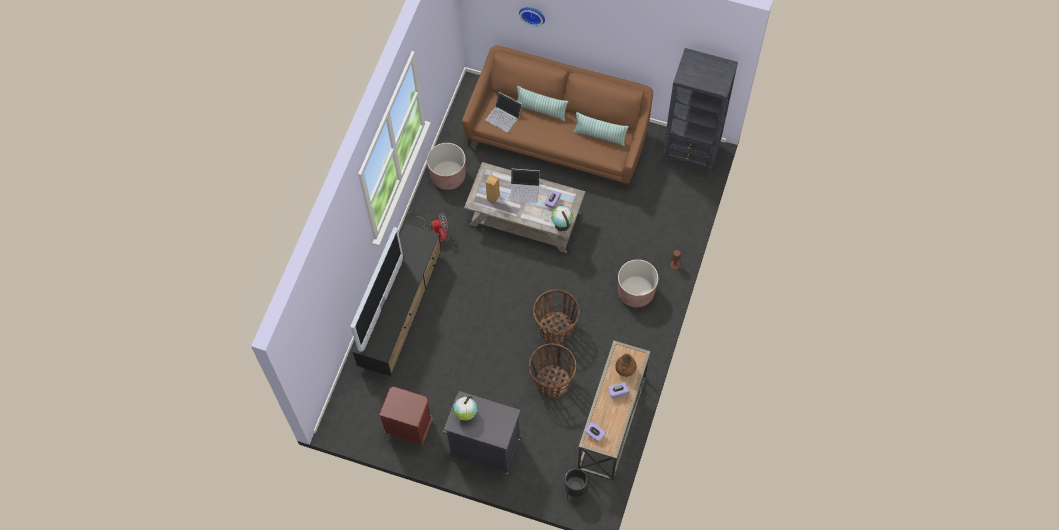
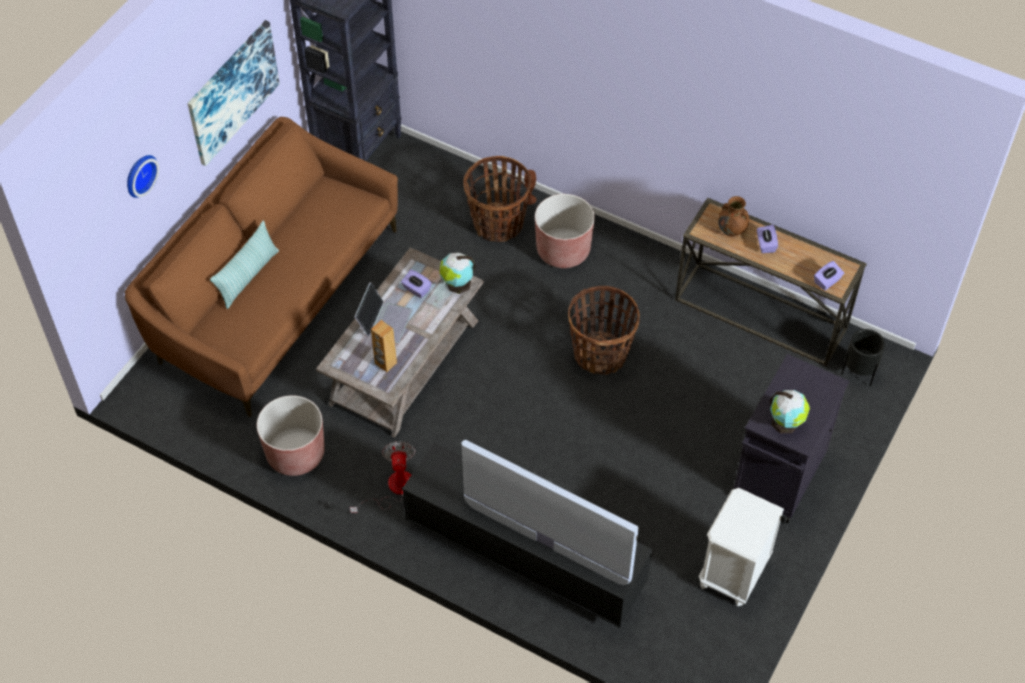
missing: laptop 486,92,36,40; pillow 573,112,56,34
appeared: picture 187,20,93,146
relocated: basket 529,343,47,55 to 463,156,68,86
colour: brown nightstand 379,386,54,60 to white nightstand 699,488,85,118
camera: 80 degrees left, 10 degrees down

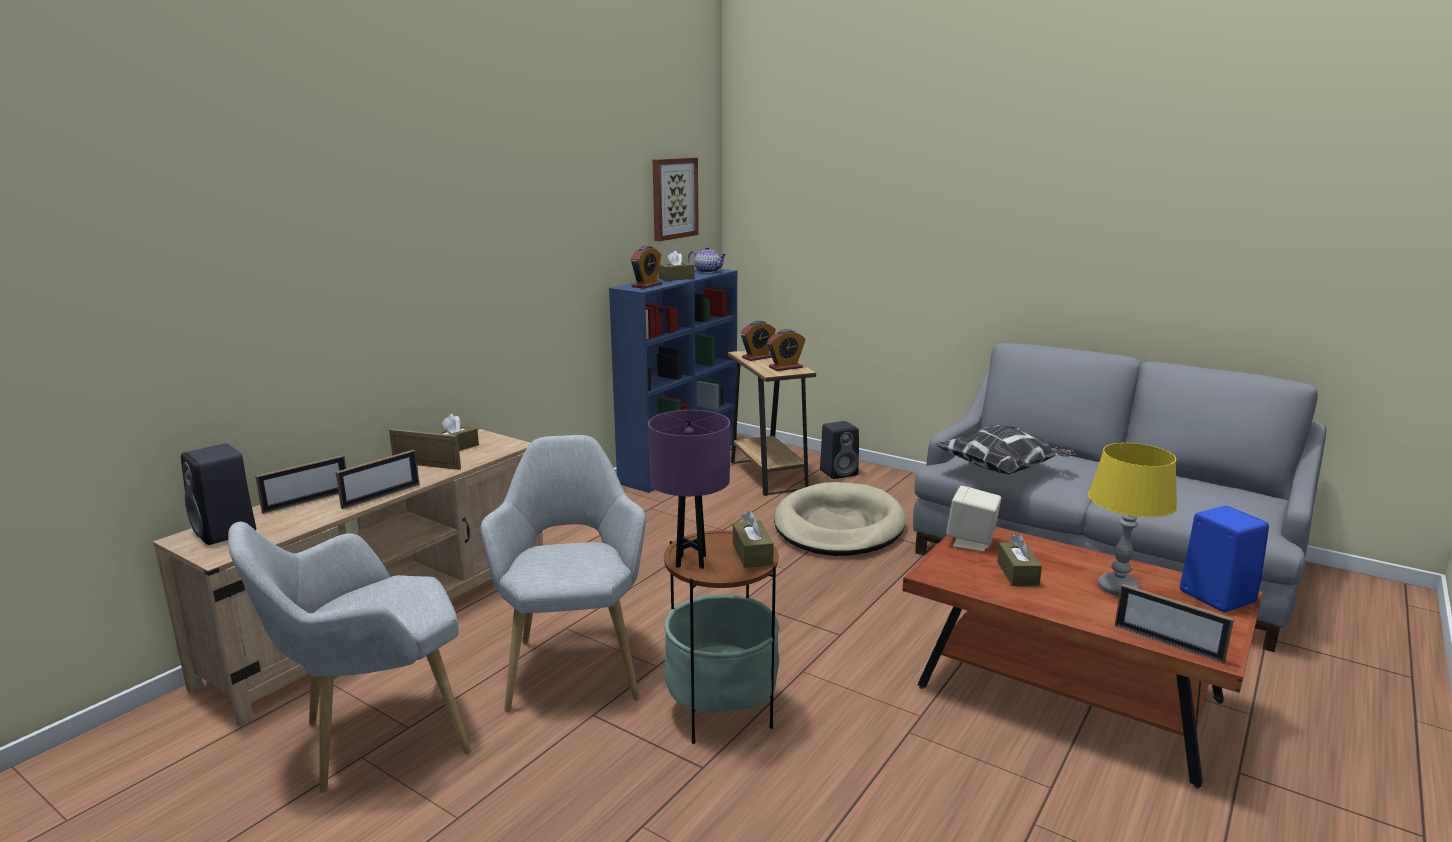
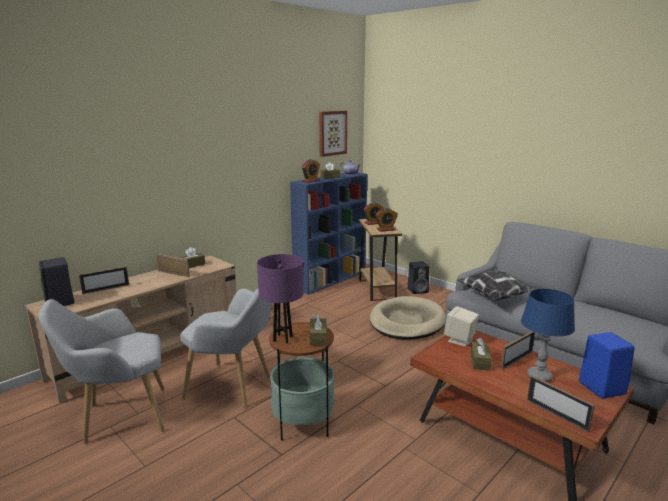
relocated: picture frame 336,450,83,59 to 501,331,34,39
colour: yellow table lamp 1088,443,89,153 to blue table lamp 521,289,54,93
spun: grey armchair 481,435,165,277 = 180,289,92,118 105 degrees clockwise
camera: 10 degrees right, 0 degrees up

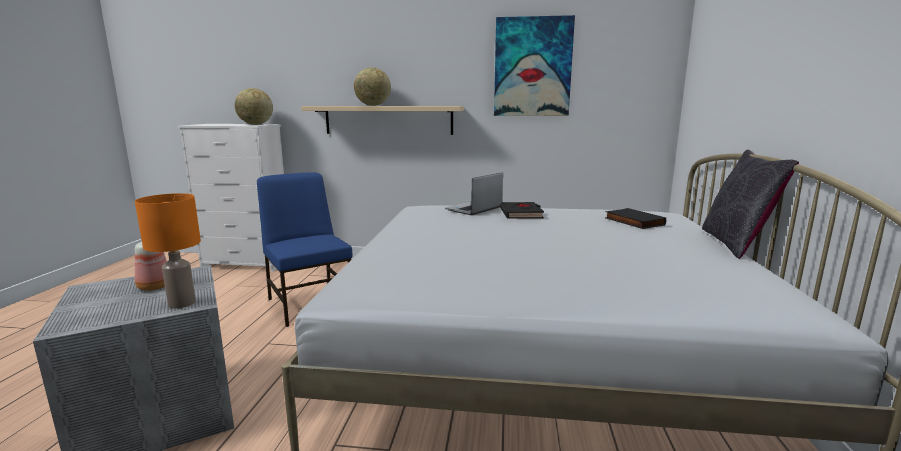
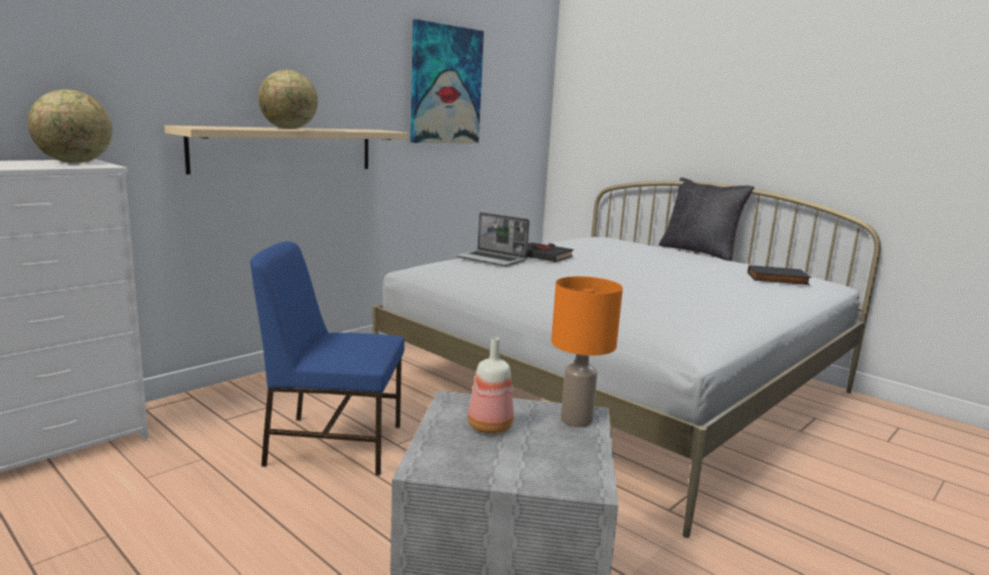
relocated: black book 605,208,61,21 to 748,265,63,20
spun: laptop 445,172,58,43 = 456,212,74,54 45 degrees counterclockwise
camera: 55 degrees left, 0 degrees up

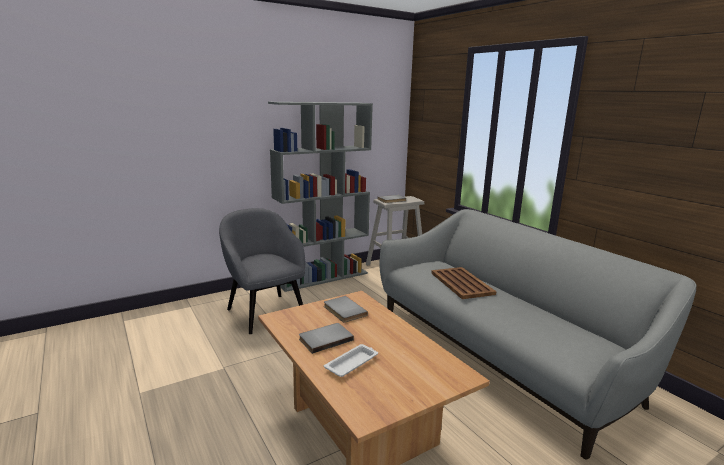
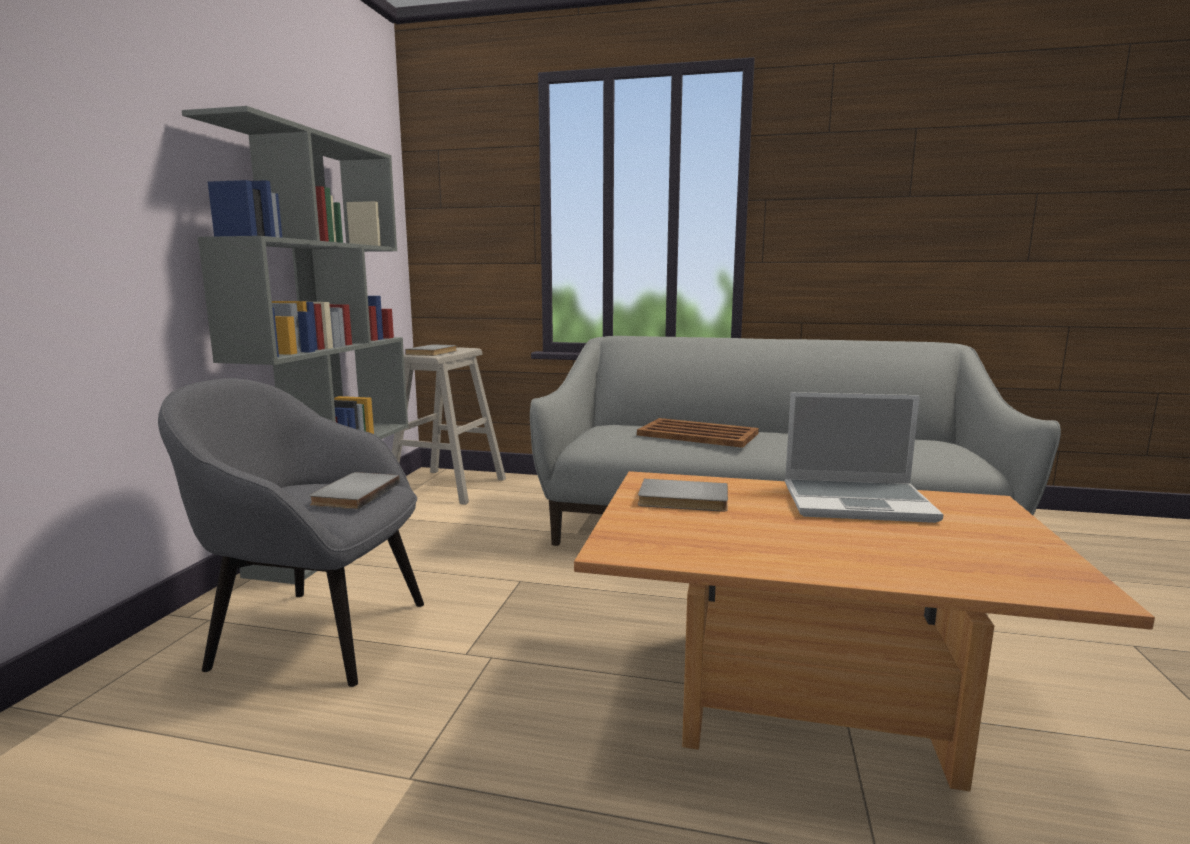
missing: white tray 324,344,54,33
appeared: laptop 785,392,159,131
relocated: grey book 299,323,55,31 to 309,472,91,37
camera: 45 degrees left, 5 degrees down

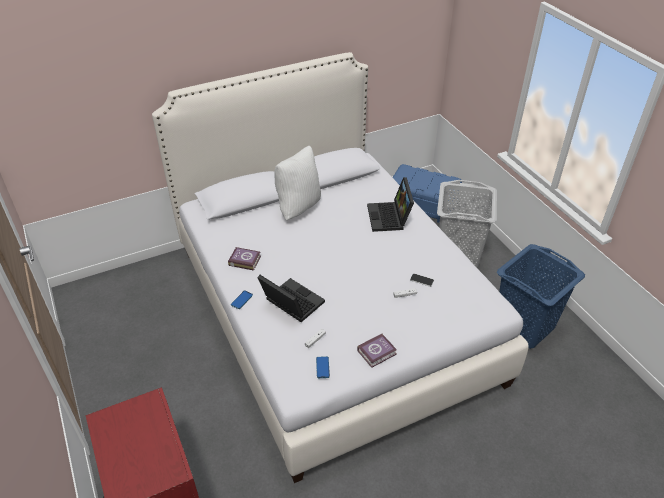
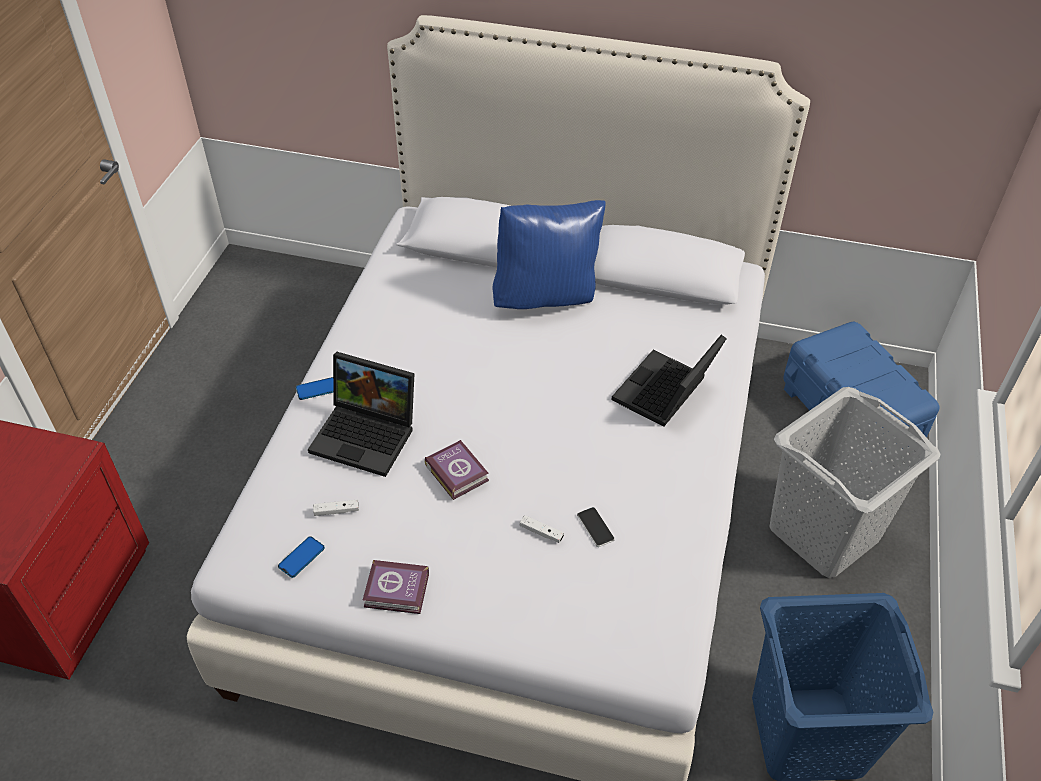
relocated: book 228,247,33,24 to 425,440,64,60
colour: white pillow 275,146,46,74 to blue pillow 493,200,112,109
spun: laptop 257,275,68,47 = 308,352,107,125 120 degrees clockwise
camera: 40 degrees right, 5 degrees up

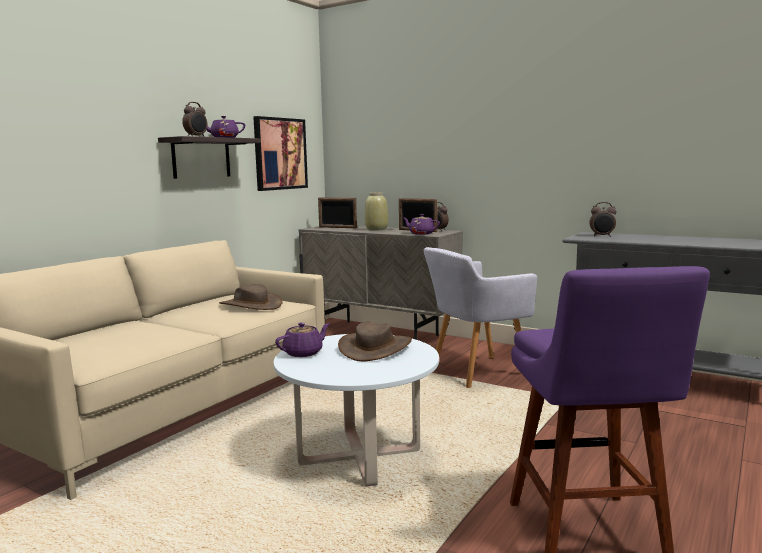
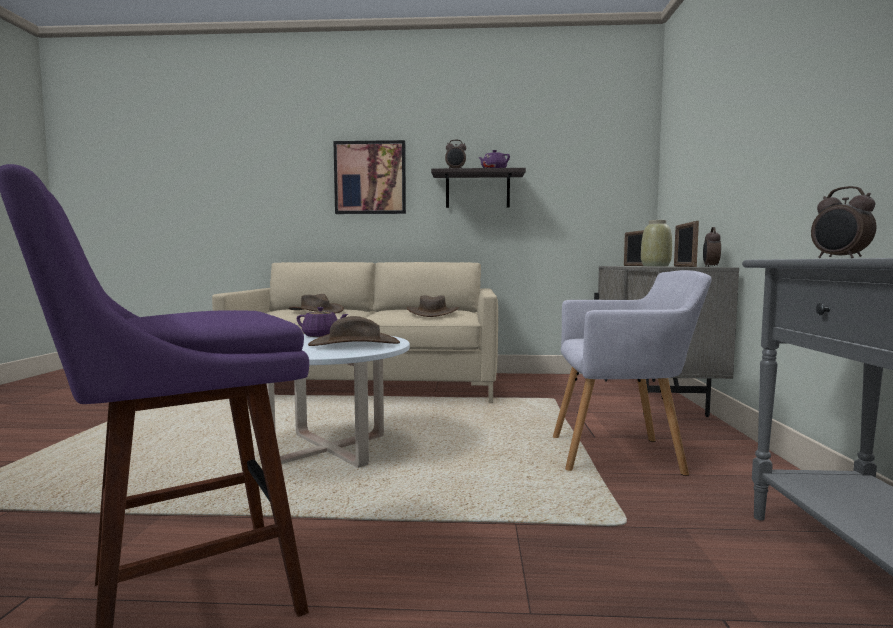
missing: purple teapot 403,214,37,21
appeared: brown hat 288,294,56,19
relocated: picture 253,116,55,75 to 334,140,72,74
spun: grey armchair 423,247,114,141 = 553,270,159,206 150 degrees clockwise
camera: 60 degrees right, 5 degrees down

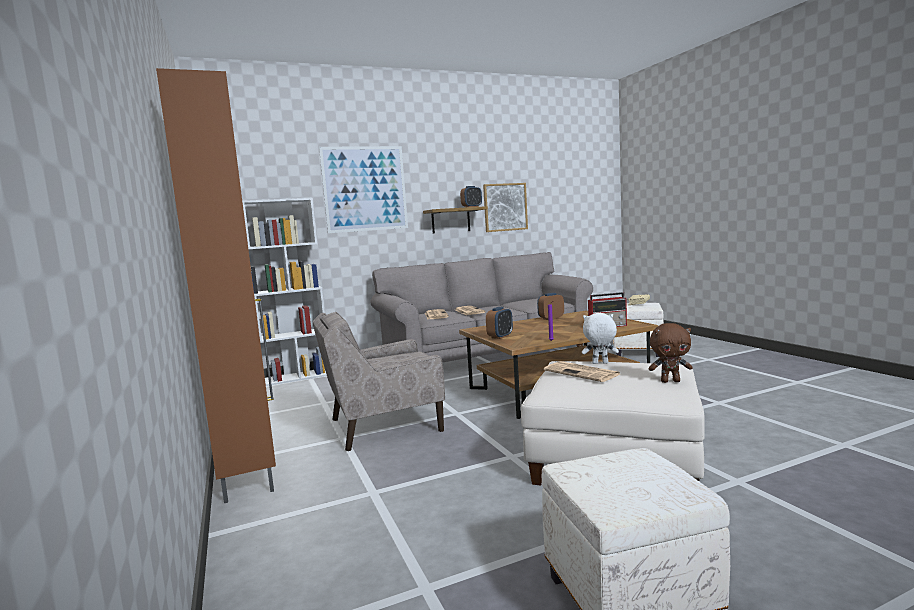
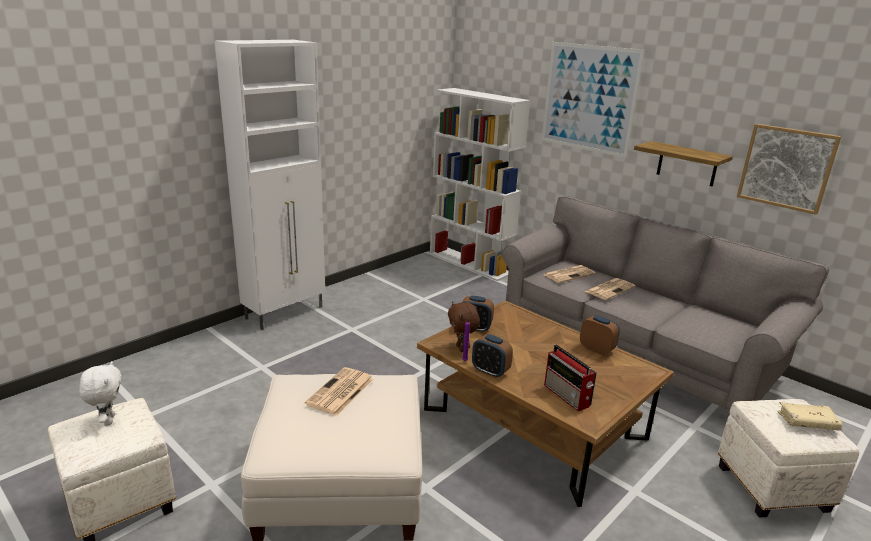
missing: beige armchair 313,312,132,139
relocated: alarm clock 460,186,22,21 to 472,334,41,44; white plush toy 582,313,37,51 to 79,361,43,65; brown plush toy 649,323,44,60 to 448,302,32,50
colour: brown cabinet 156,68,120,435 to white cabinet 215,40,110,290
camera: 65 degrees right, 15 degrees up

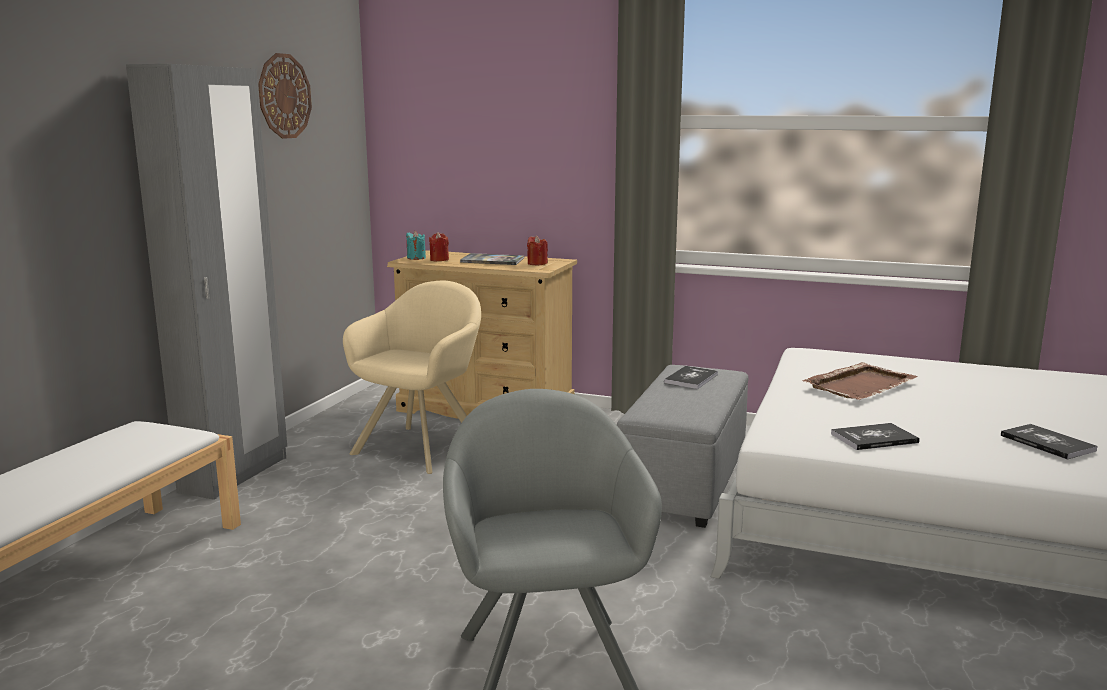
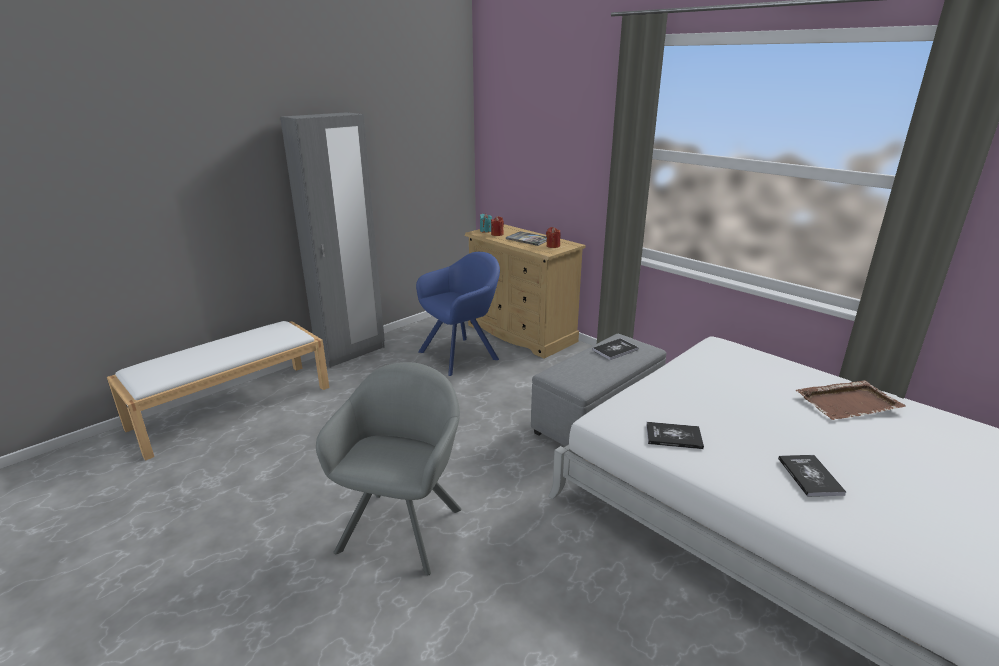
missing: wall clock 258,53,54,86
relocated: brown tray 802,362,116,38 to 796,380,110,40
colour: beige armchair 343,281,138,193 to blue armchair 416,252,84,124
camera: 25 degrees right, 10 degrees up

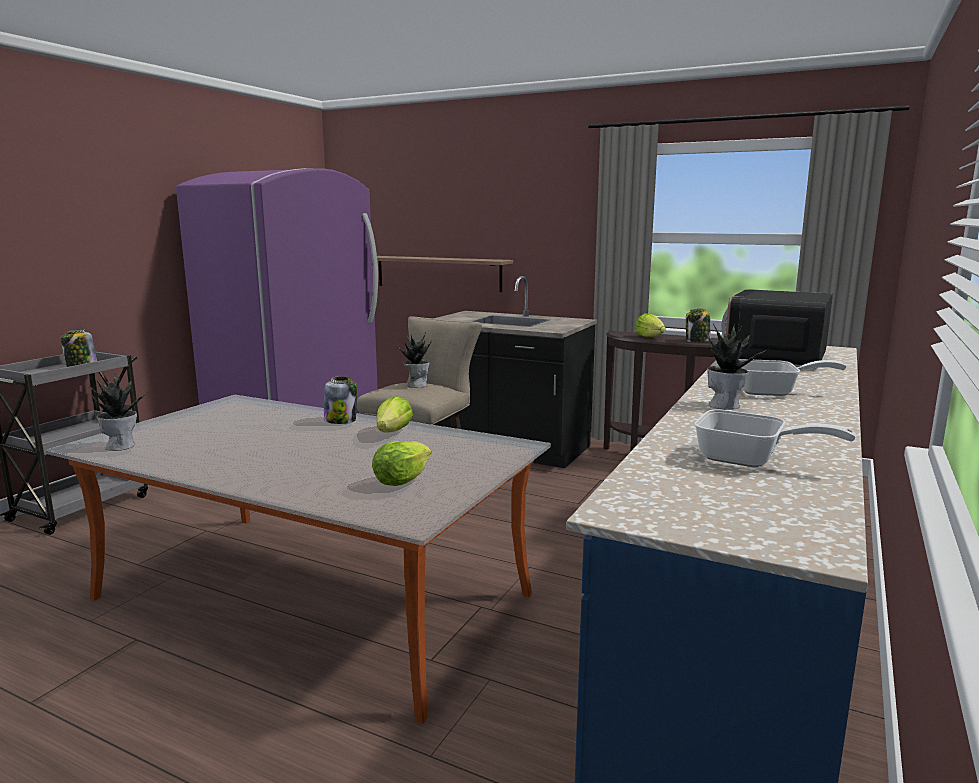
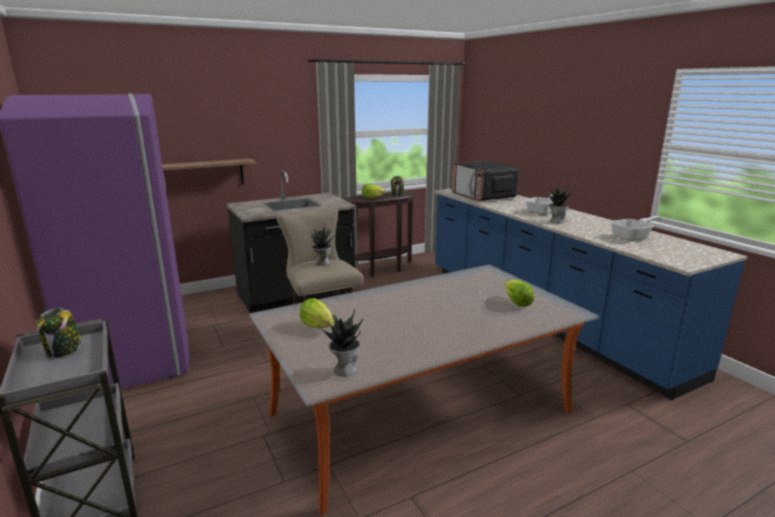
missing: jar 324,377,33,47
relocated: lettuce 376,396,37,37 to 300,298,35,30
camera: 55 degrees left, 5 degrees up

